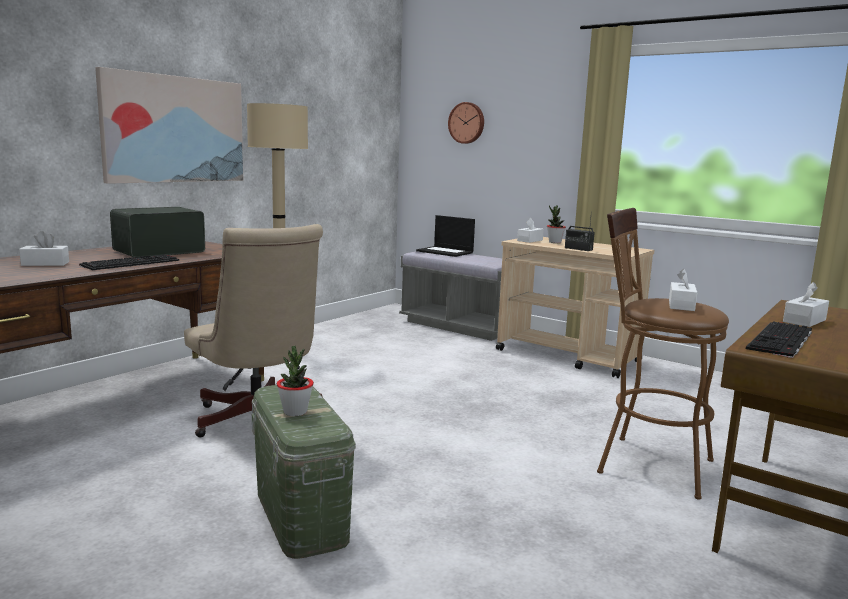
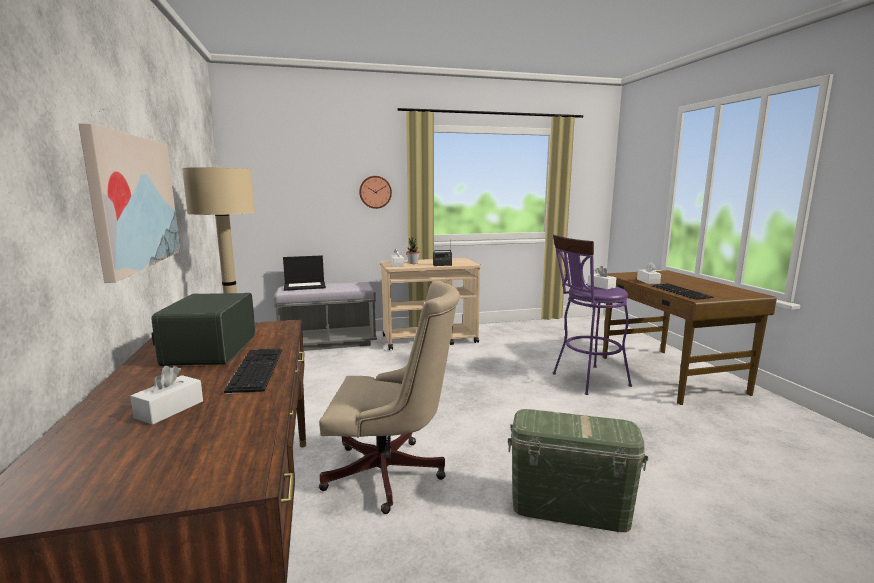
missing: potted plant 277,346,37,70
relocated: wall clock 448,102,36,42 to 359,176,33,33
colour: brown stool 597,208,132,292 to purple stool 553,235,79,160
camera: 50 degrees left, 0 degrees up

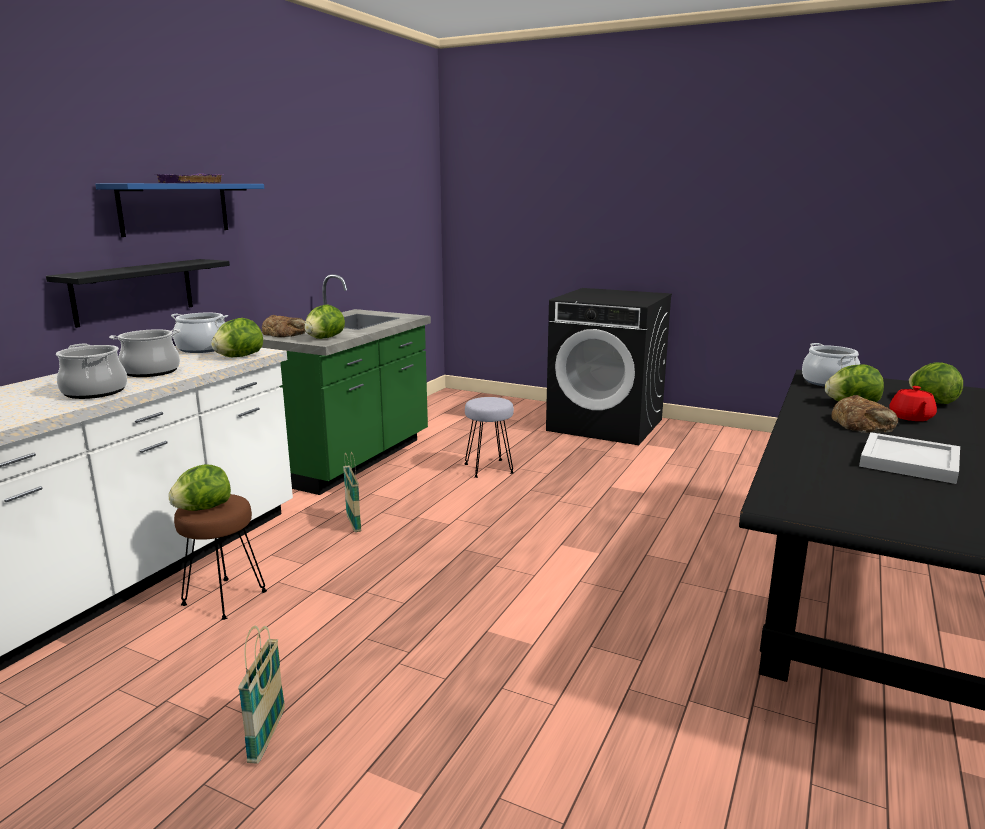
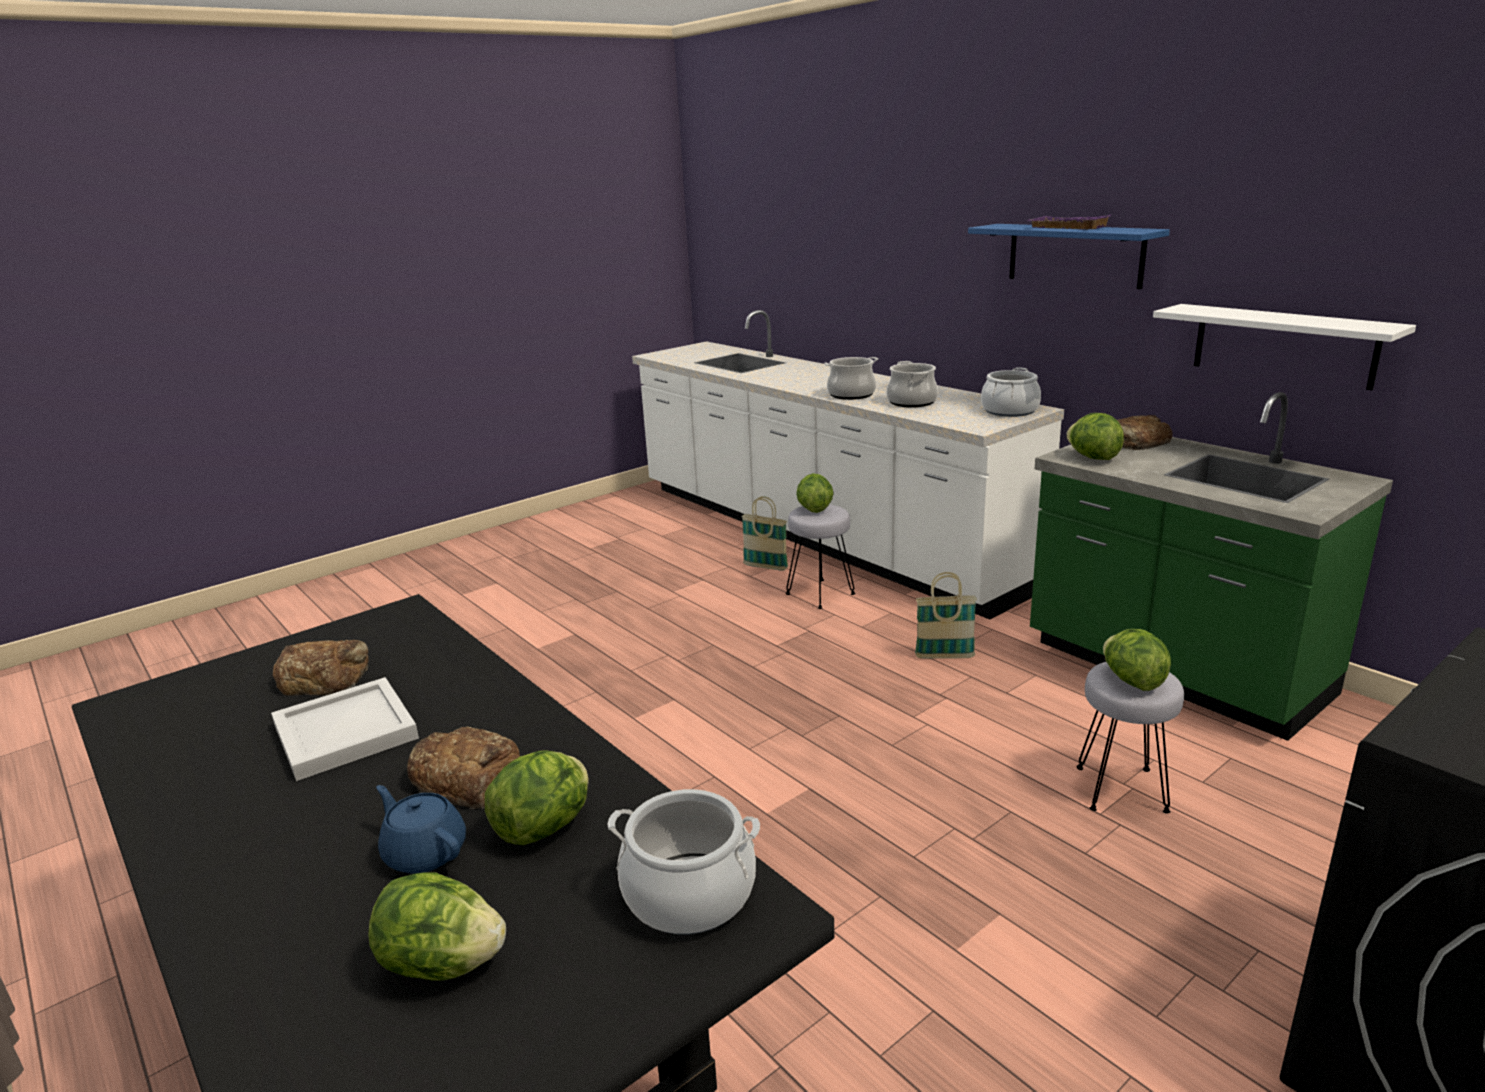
missing: black shelf 46,259,184,69
appeared: white shelf 1153,304,263,86; bread 273,640,96,56
relocated: lettuce 211,318,52,39 to 1103,629,68,62; basket 238,626,47,138 to 742,496,46,75
colour: red teapot 889,386,48,35 to blue teapot 376,785,90,89; brown stool 174,494,93,126 to grey stool 786,504,69,105
camera: 115 degrees right, 5 degrees up

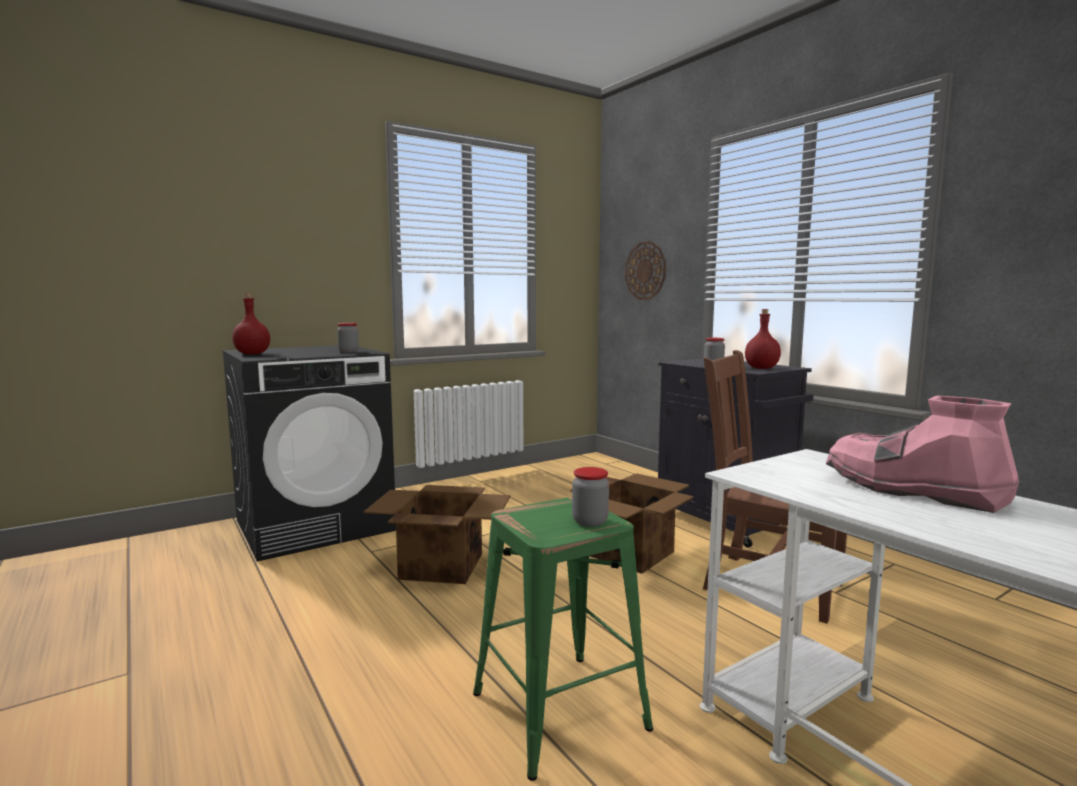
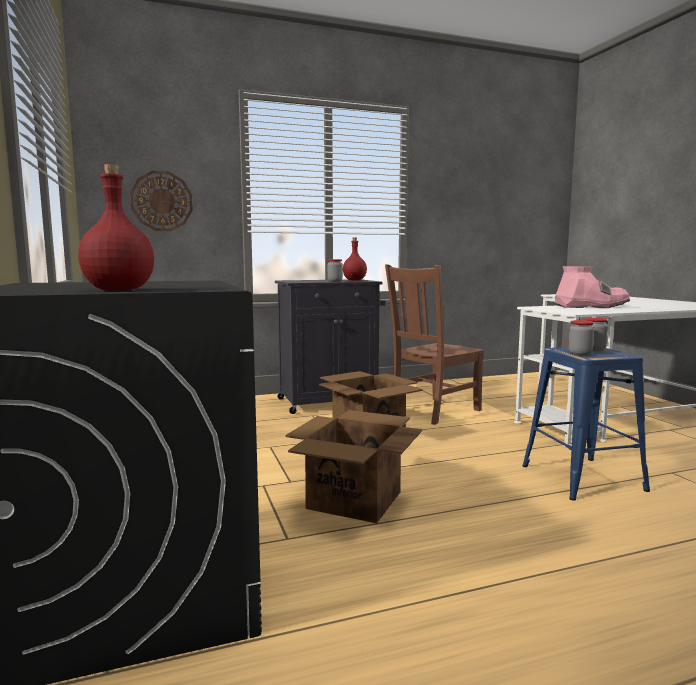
relocated: jar 337,323,22,30 to 568,320,26,35
colour: green stool 473,497,180,284 to blue stool 523,347,127,154
spun: pink boot 826,396,194,117 = 555,266,75,42 150 degrees counterclockwise
camera: 75 degrees left, 0 degrees up

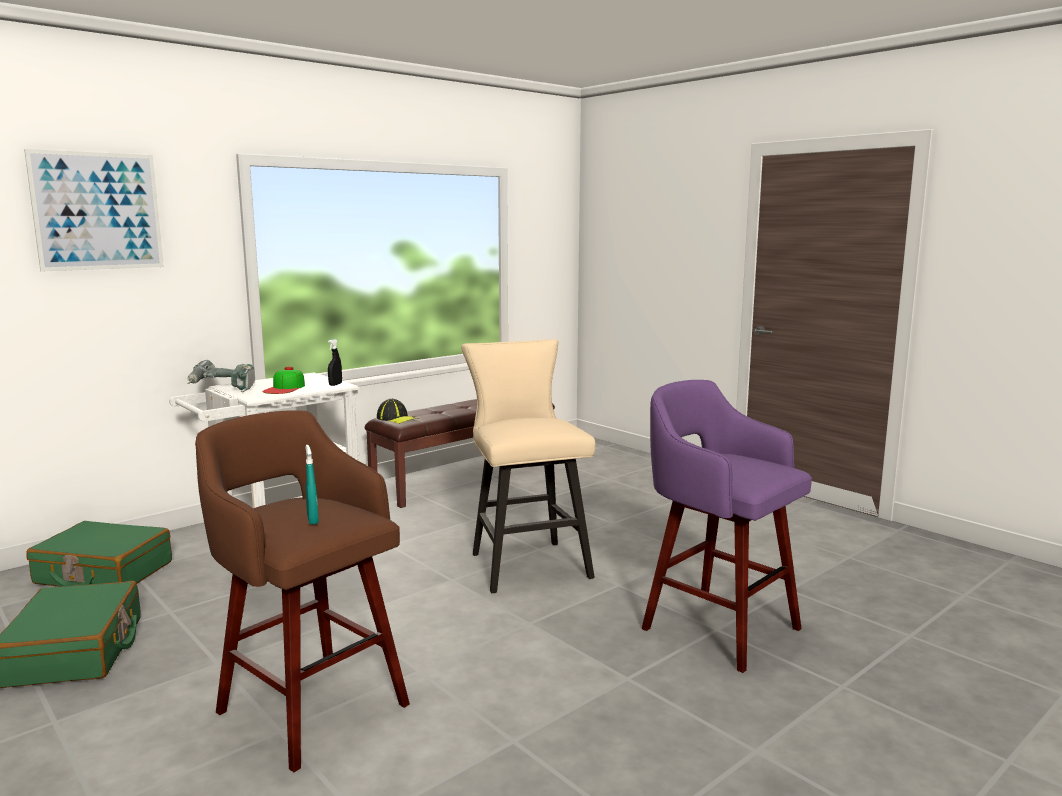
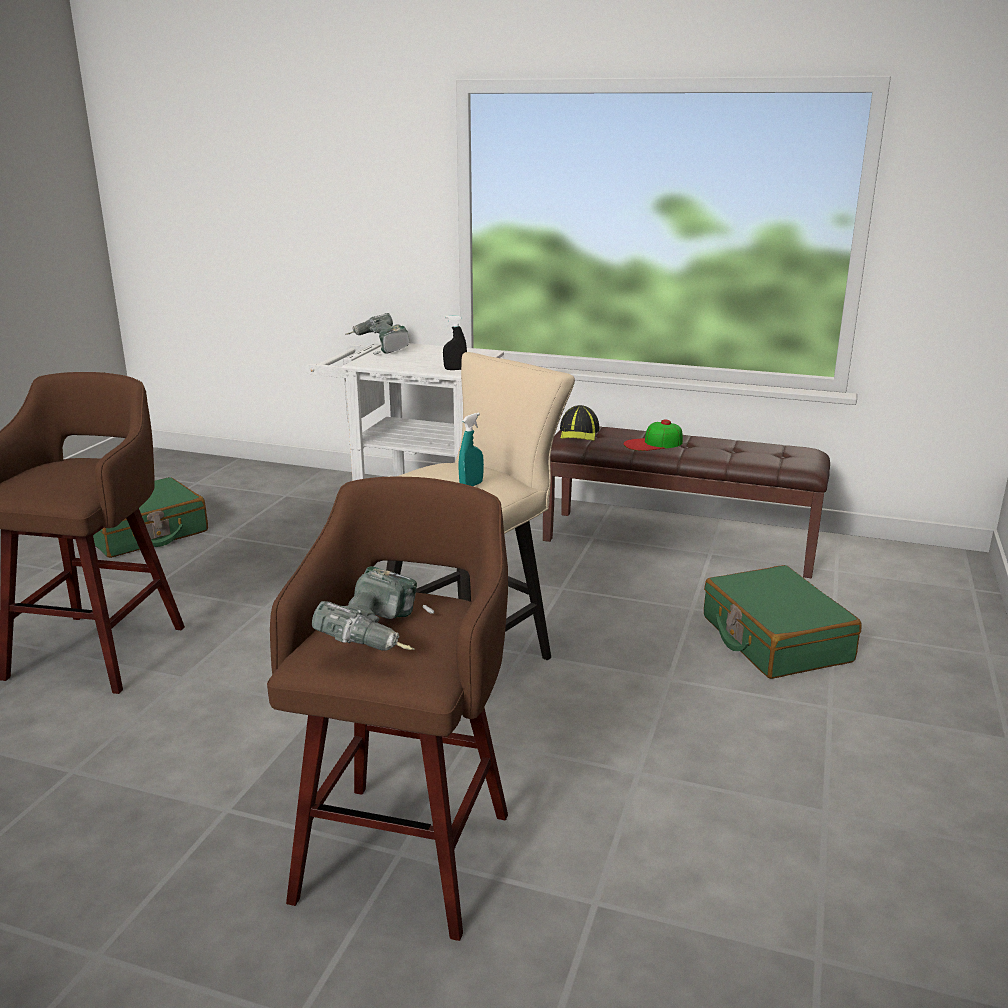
missing: picture 24,149,140,123
appeared: power drill 312,566,122,85
relocated: cap 263,367,42,27 to 623,420,60,31; turquoise spray bottle 306,445,13,80 to 459,413,25,73; green suitcase 27,521,145,66 to 704,565,158,114
colour: purple stool 642,380,170,293 to brown stool 267,477,241,464
camera: 60 degrees right, 10 degrees up

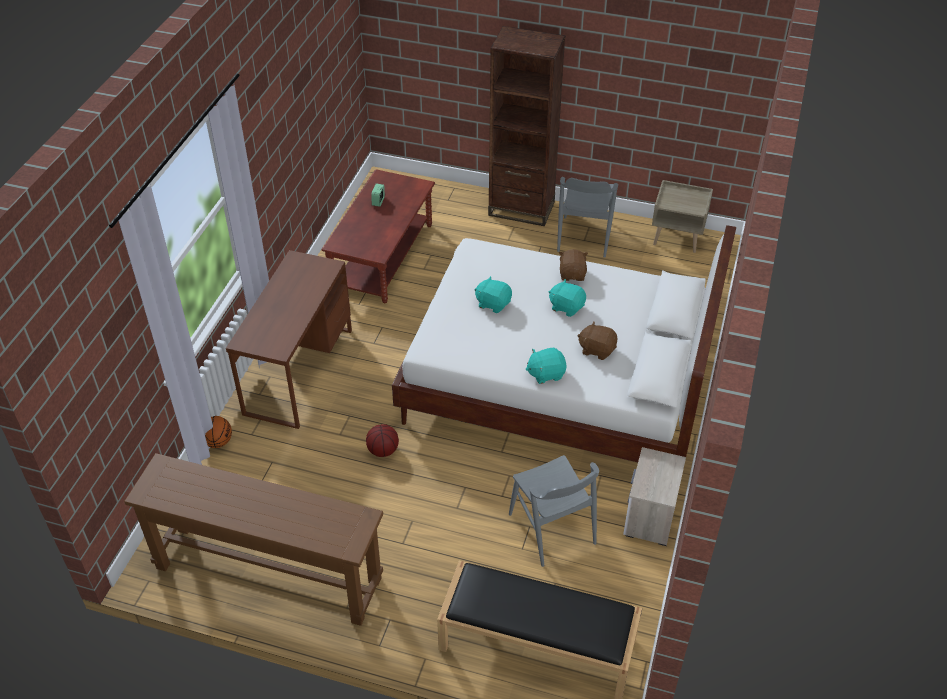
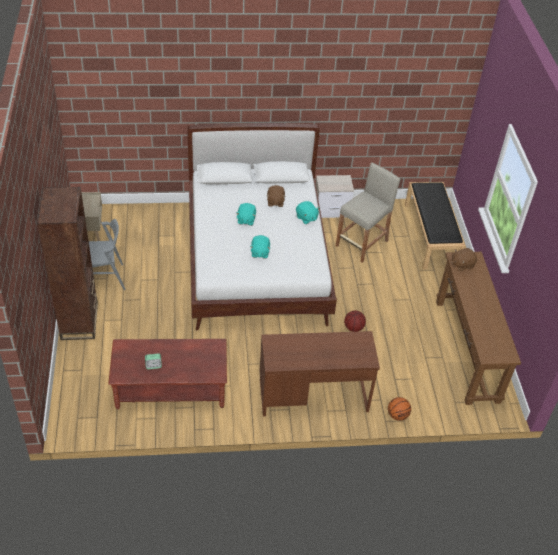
relocated: brown plush toy 559,249,29,32 to 452,248,25,23
exchanged: grey chair 509,455,90,112 to beige stool 336,163,64,100
camera: 115 degrees left, 0 degrees up

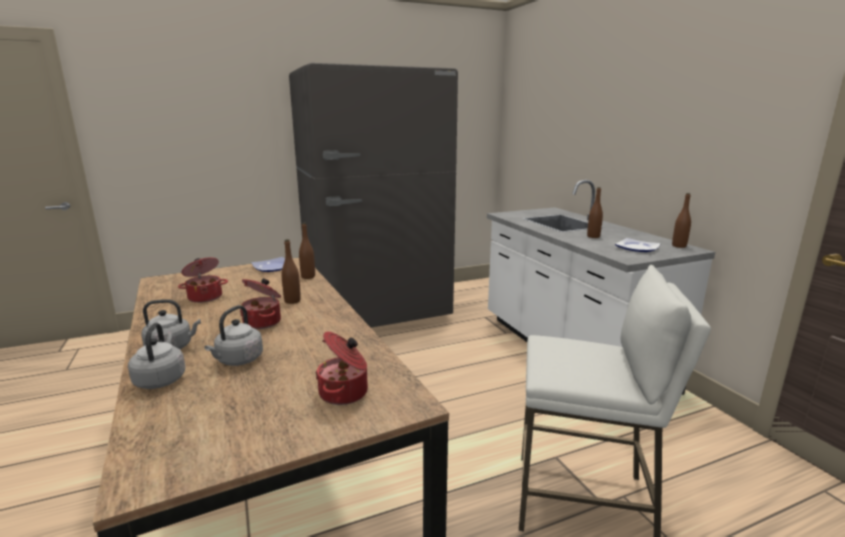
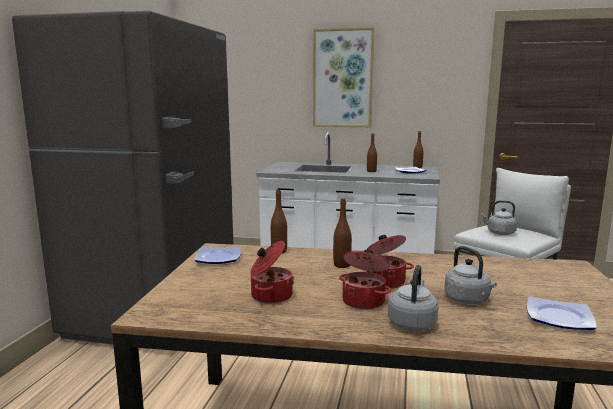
appeared: picture 313,27,61,100; plate 527,296,70,34
relocated: grey kettle 128,323,57,66 to 481,200,36,35; cooking pot 315,331,53,74 to 339,250,52,60
camera: 55 degrees left, 5 degrees down

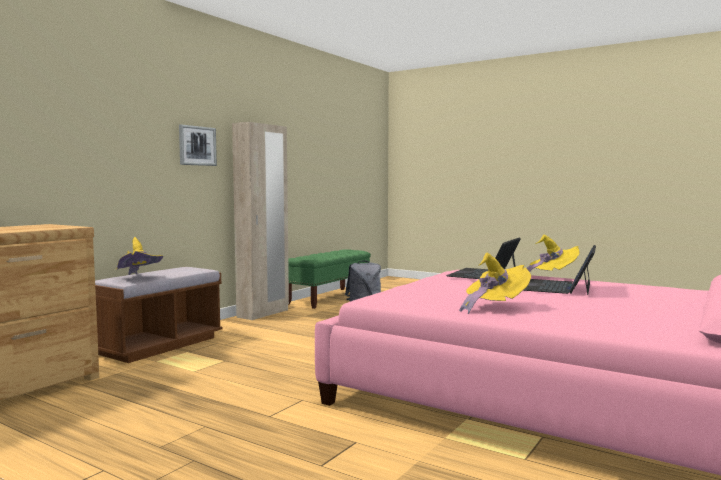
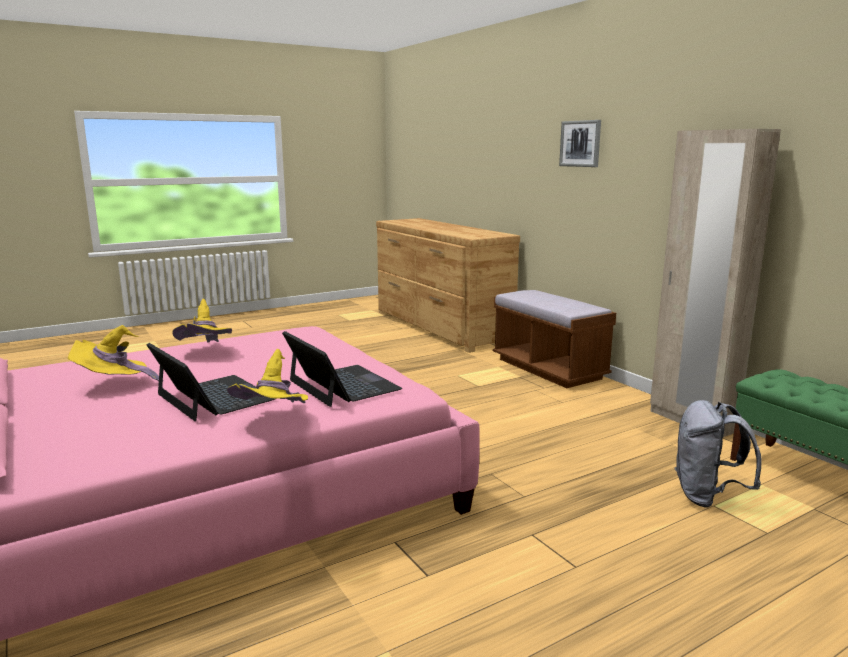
relocated: picture 179,124,38,42 to 559,120,42,47; yellow hat 116,237,47,38 to 68,325,91,57
camera: 115 degrees right, 10 degrees up

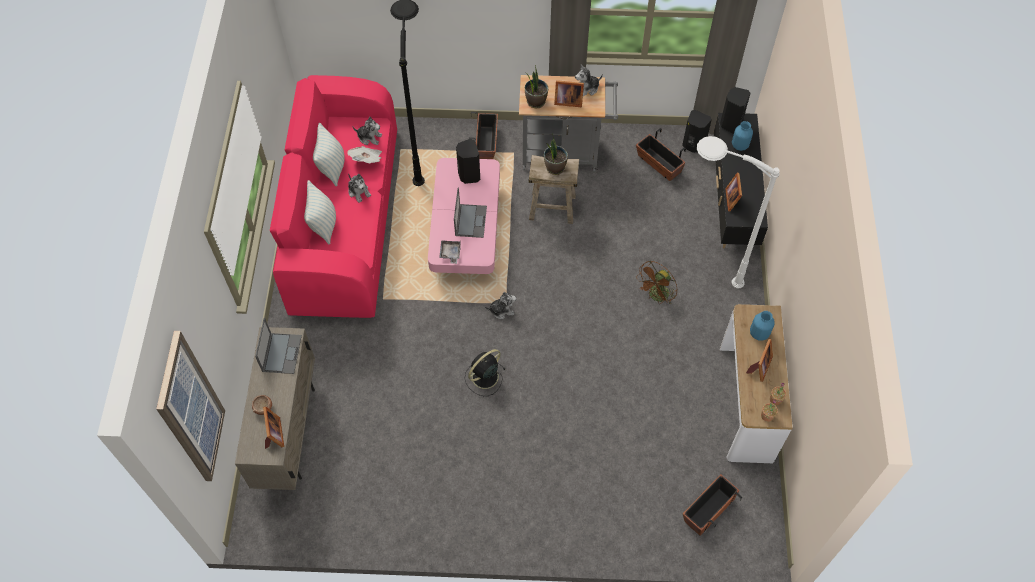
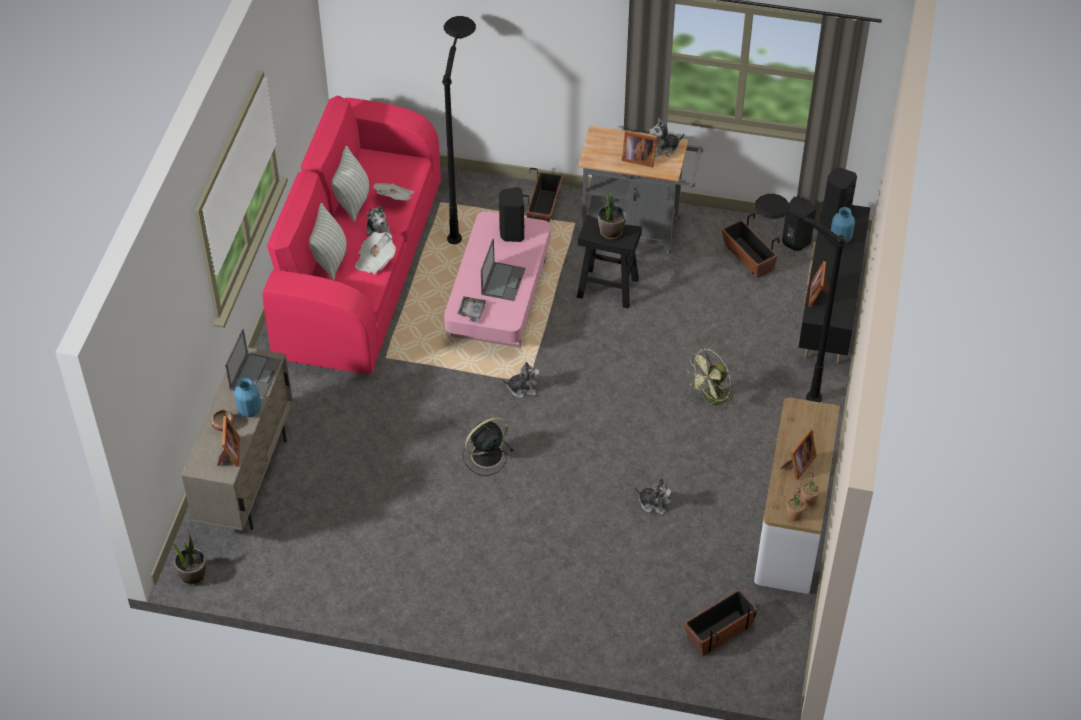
missing: picture 156,331,69,150
appeared: newspaper 355,232,41,43
relocated: potted plant 525,65,23,43 to 171,533,35,53; plush toy 352,117,30,28 to 635,478,37,37; blue vase 750,311,25,30 to 234,378,27,39
colour: white floor lamp 697,136,83,152 to black floor lamp 755,194,91,208; beige stool 528,155,52,69 to black stool 577,215,65,94; brown fan 636,261,41,43 to green fan 687,348,48,61
camera: 10 degrees right, 10 degrees down

